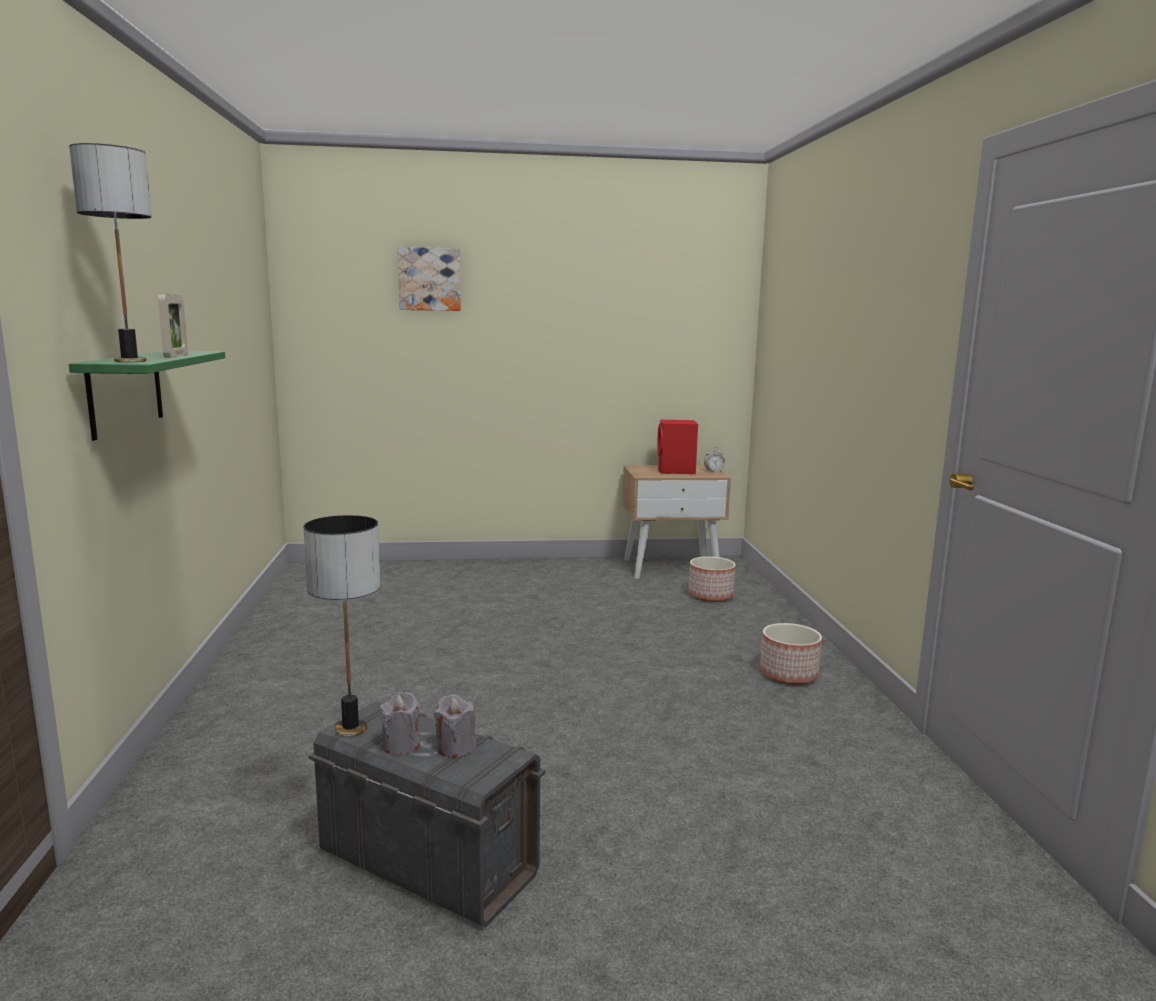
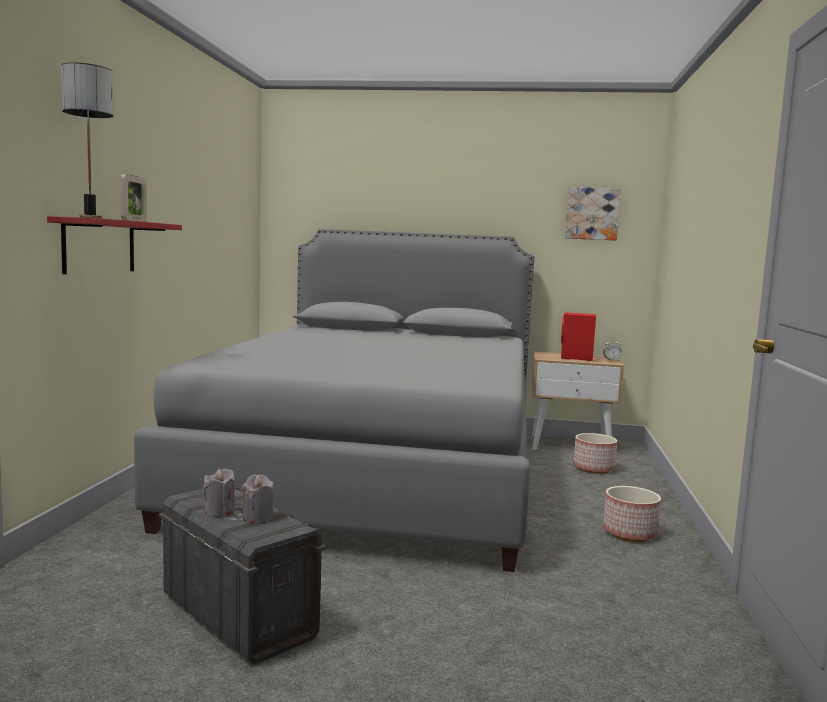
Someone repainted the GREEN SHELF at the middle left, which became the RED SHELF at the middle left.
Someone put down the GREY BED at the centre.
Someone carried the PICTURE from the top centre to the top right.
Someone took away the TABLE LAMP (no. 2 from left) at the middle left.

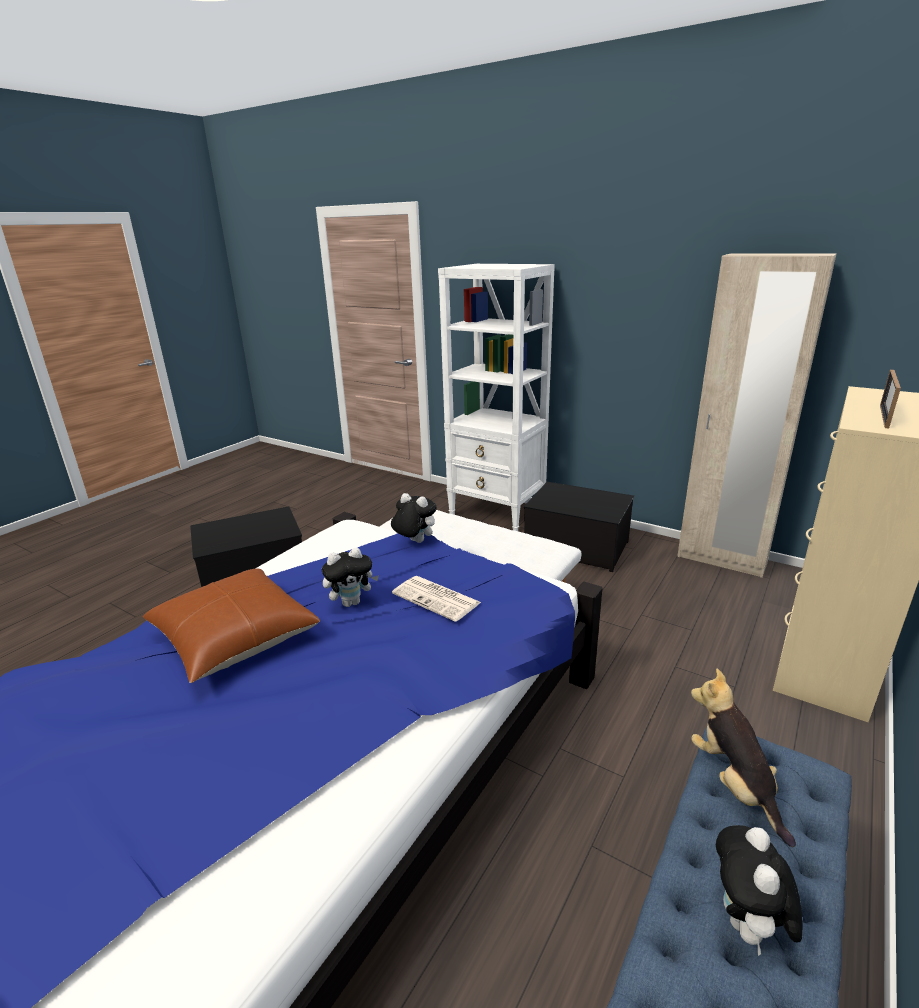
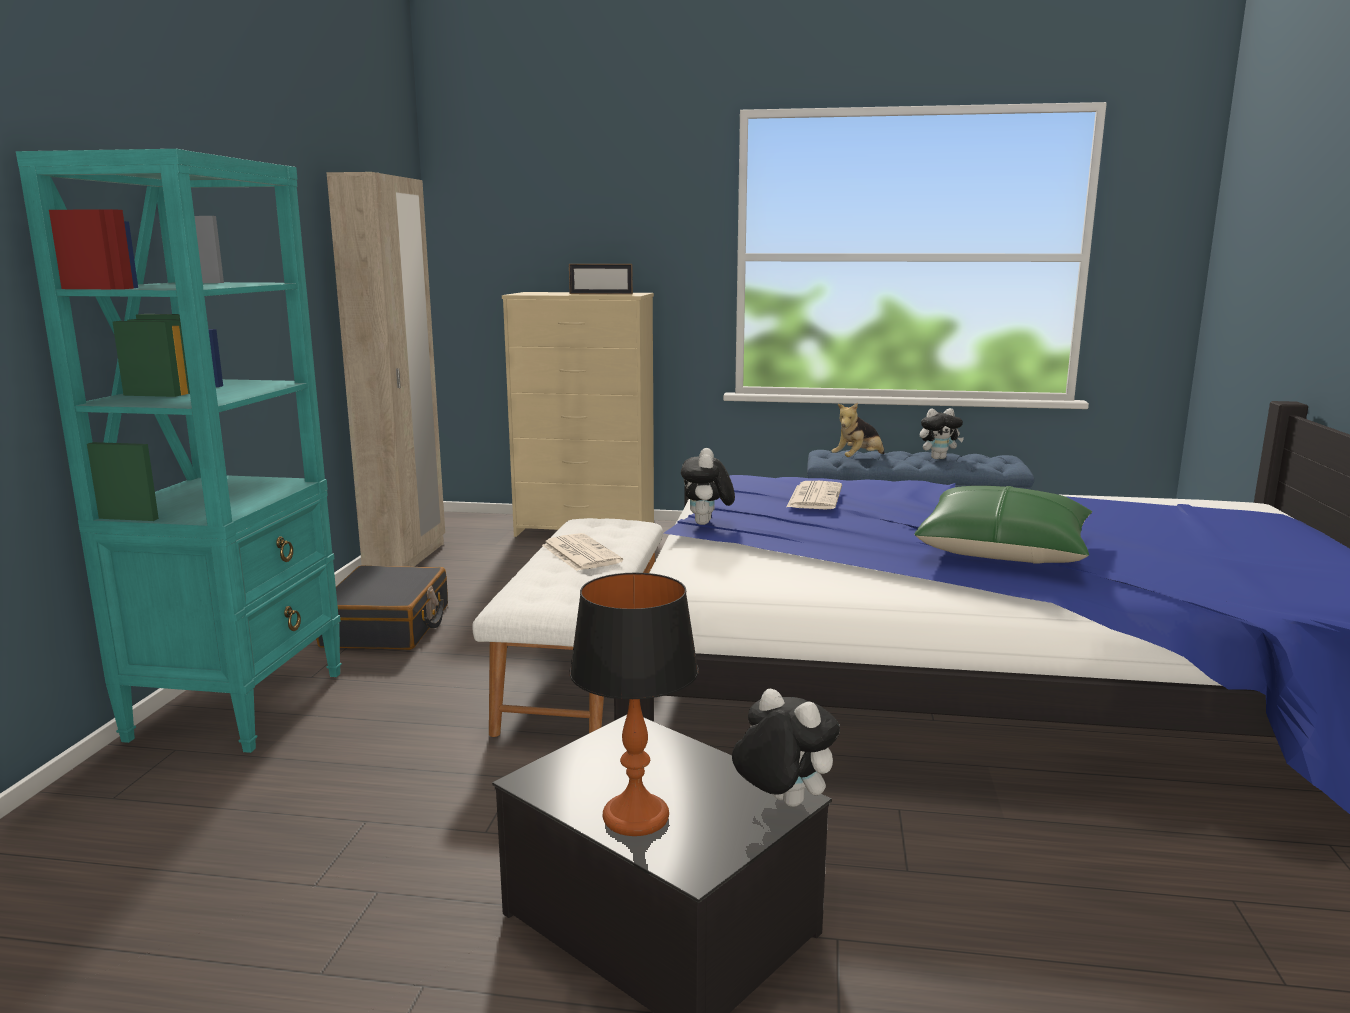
Someone repainted the WHITE BOOKCASE at the centre, which became the TURQUOISE BOOKCASE at the middle left.
Someone swapped the STORAGE BOX (no. 2 from left) at the centre for the BLACK SUITCASE at the middle left.
Someone put down the NEWSPAPER (no. 1 from left) at the centre.
Someone put down the TABLE LAMP at the bottom centre.
Someone carried the PLUSH TOY (no. 1 from left in the first image) from the centre to the bottom centre.
Someone repainted the BROWN PILLOW at the middle left, which became the GREEN PILLOW at the middle right.

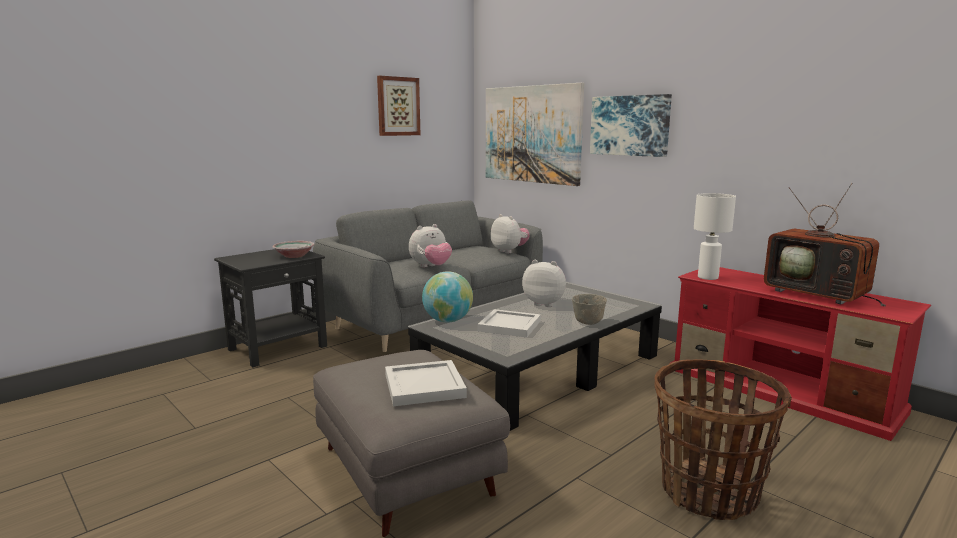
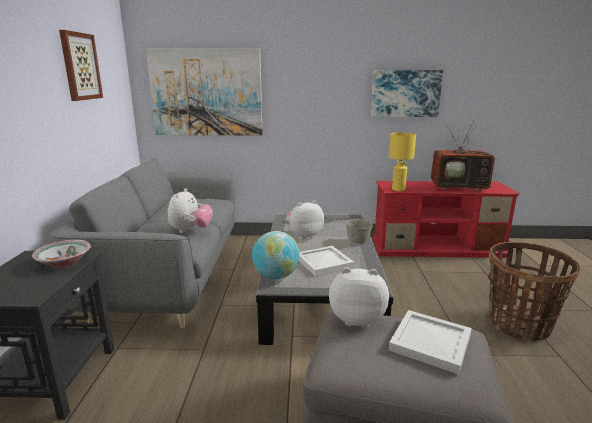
Someone carried the PLUSH TOY (no. 2 from left in the first image) from the centre to the bottom centre.
Someone carried the PICTURE (no. 3 from left) from the top centre to the top right.
Someone repainted the WHITE TABLE LAMP at the middle right, which became the YELLOW TABLE LAMP at the middle right.

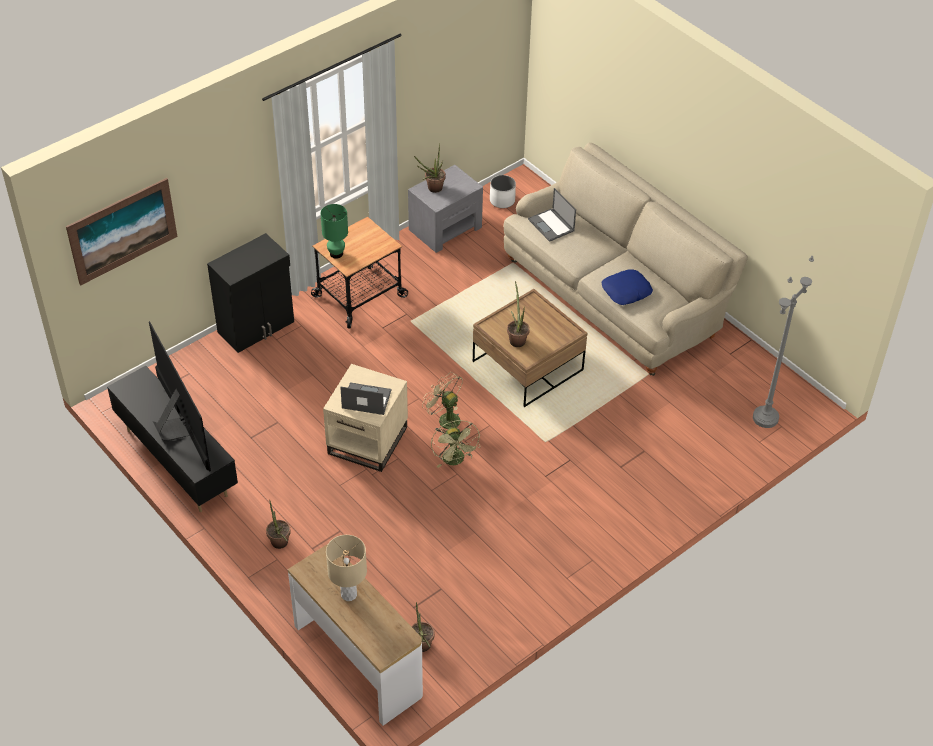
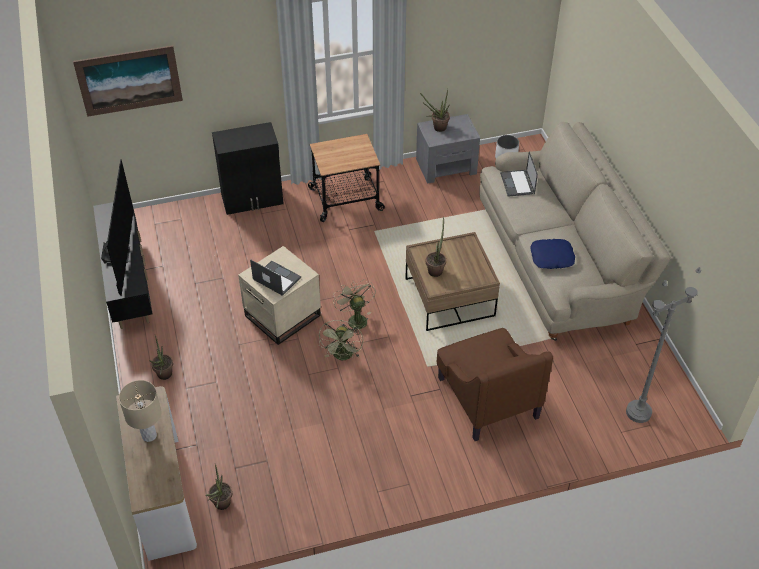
Someone put down the BROWN ARMCHAIR at the bottom centre.
Someone took away the GREEN TABLE LAMP at the top centre.

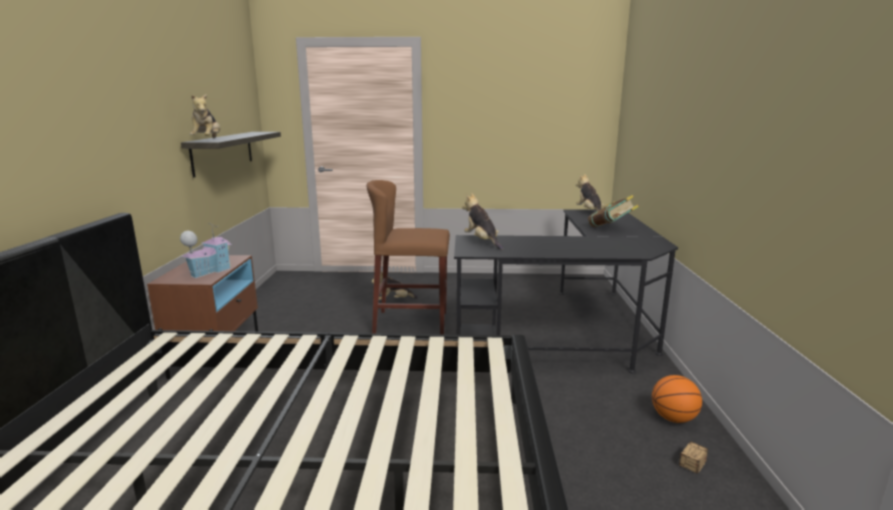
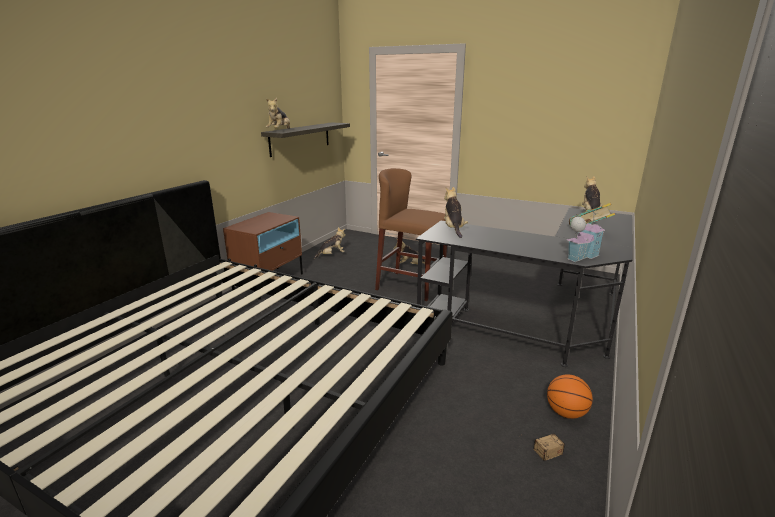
Someone put down the PLUSH TOY (no. 2 from left) at the centre.
Someone carried the TOY HOUSE from the middle left to the middle right.

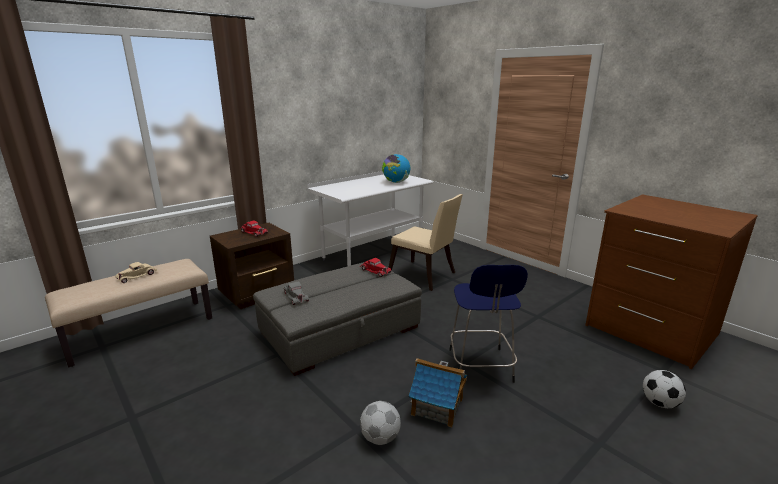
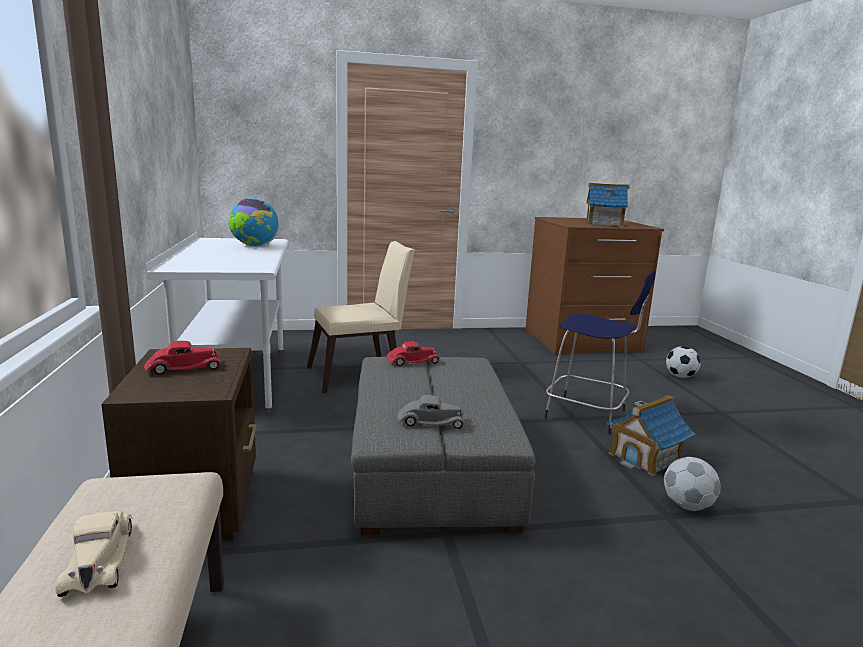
Someone put down the TOY HOUSE (no. 1 from left) at the top right.

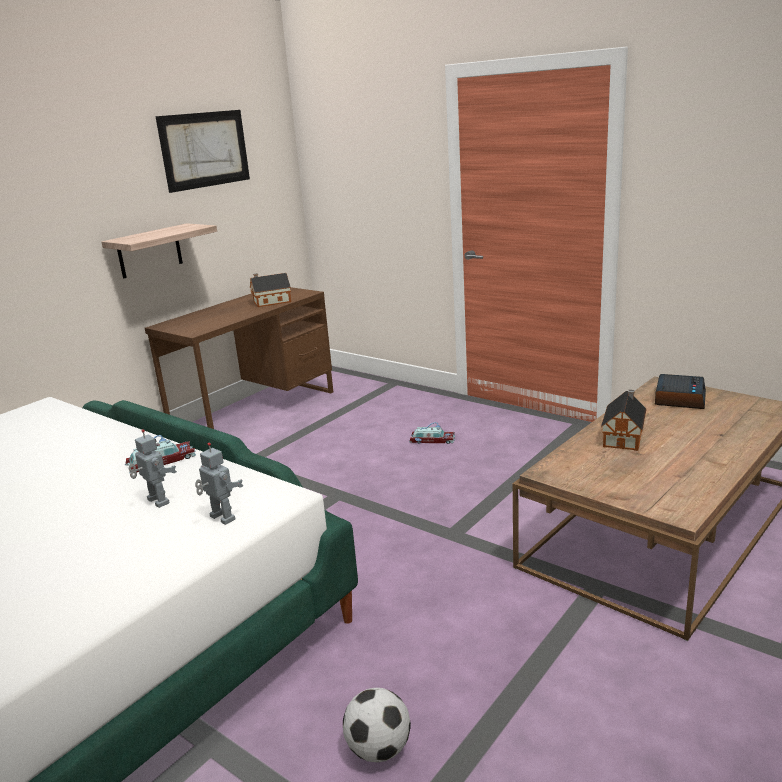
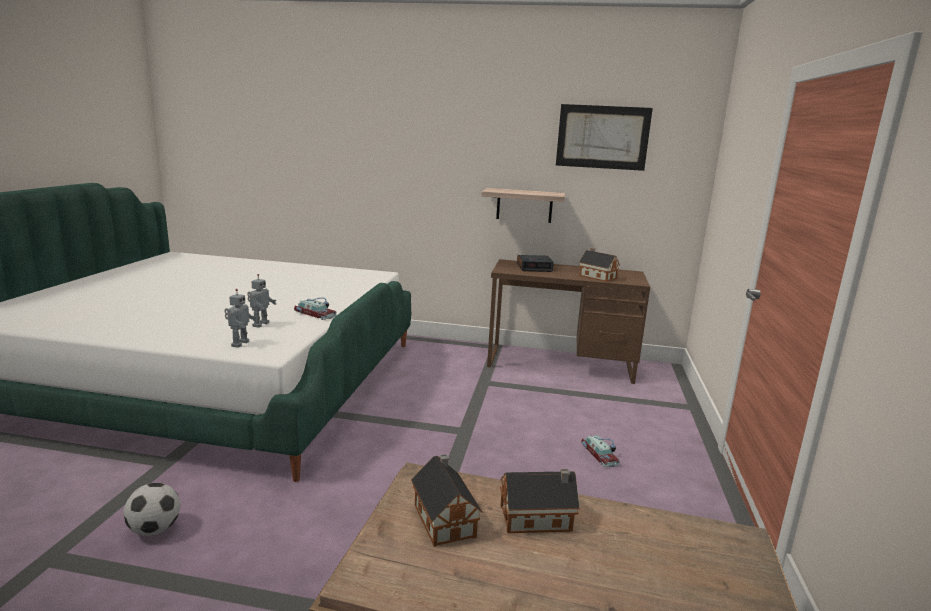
Someone put down the TOY HOUSE (no. 1 from left) at the bottom centre.
Someone carried the ALARM CLOCK from the middle right to the centre.

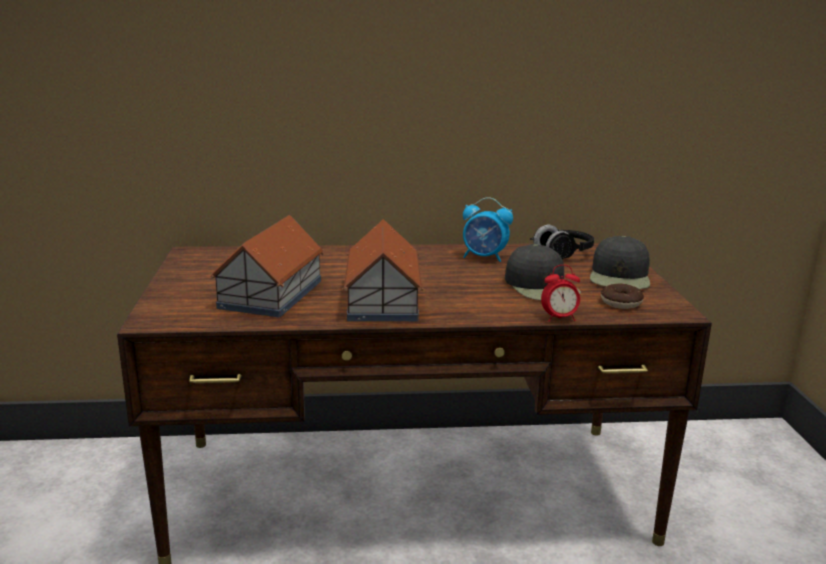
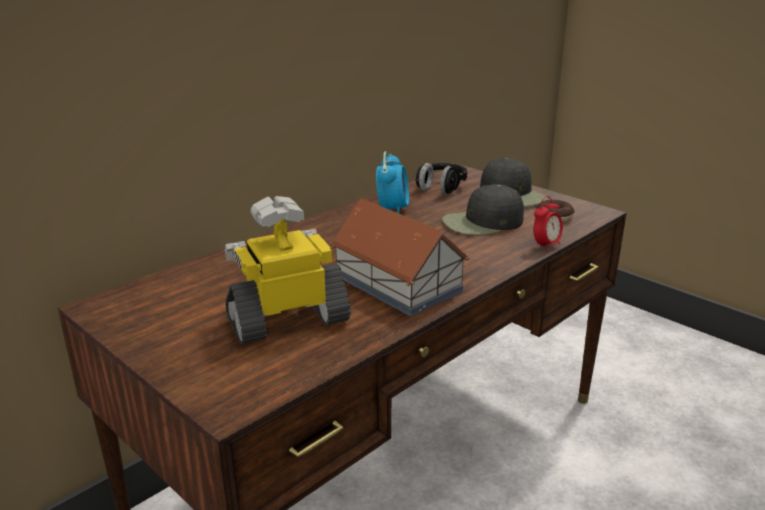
Someone swapped the TOY HOUSE (no. 1 from left) at the middle left for the TOY ROBOT at the centre.
Someone rotated the ALARM CLOCK (no. 1 from left) at the centre by 60 degrees counterclockwise.
Someone rotated the BLACK CAP (no. 1 from left) at the centre by 135 degrees clockwise.

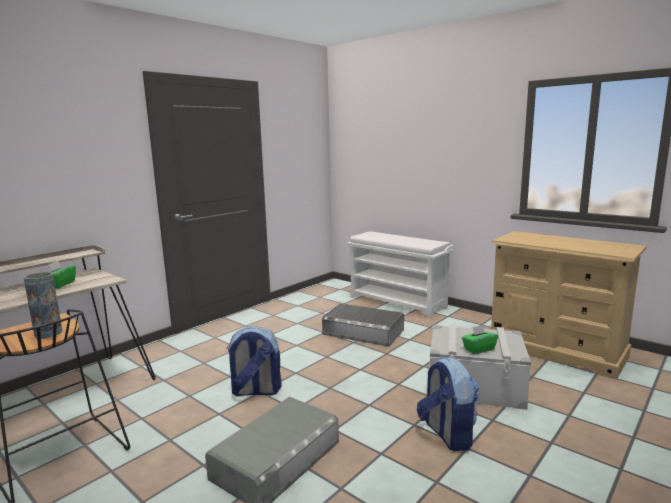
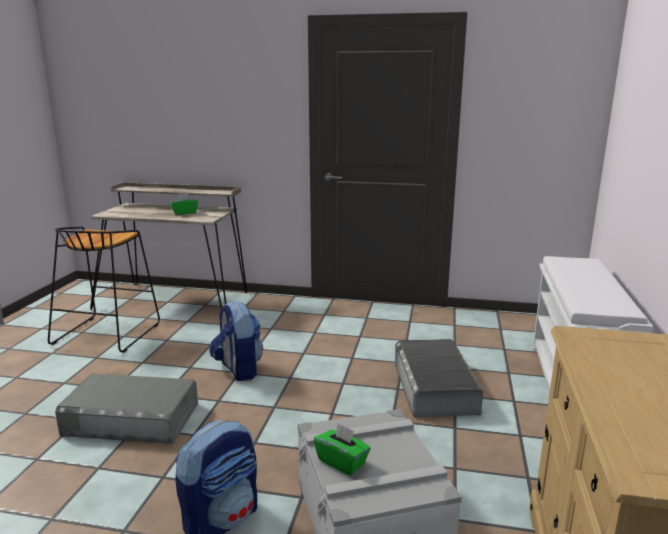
Someone took away the VASE at the middle left.

